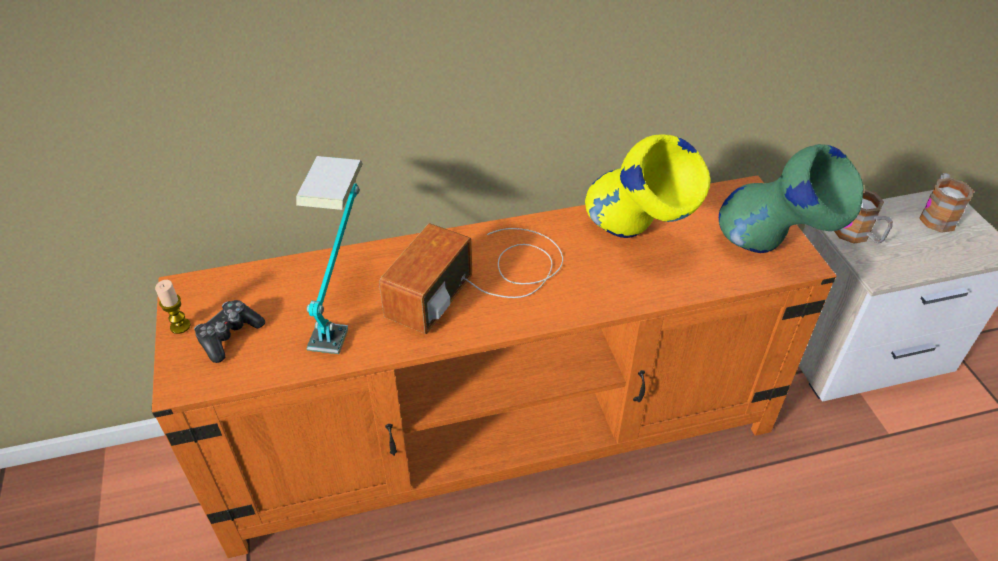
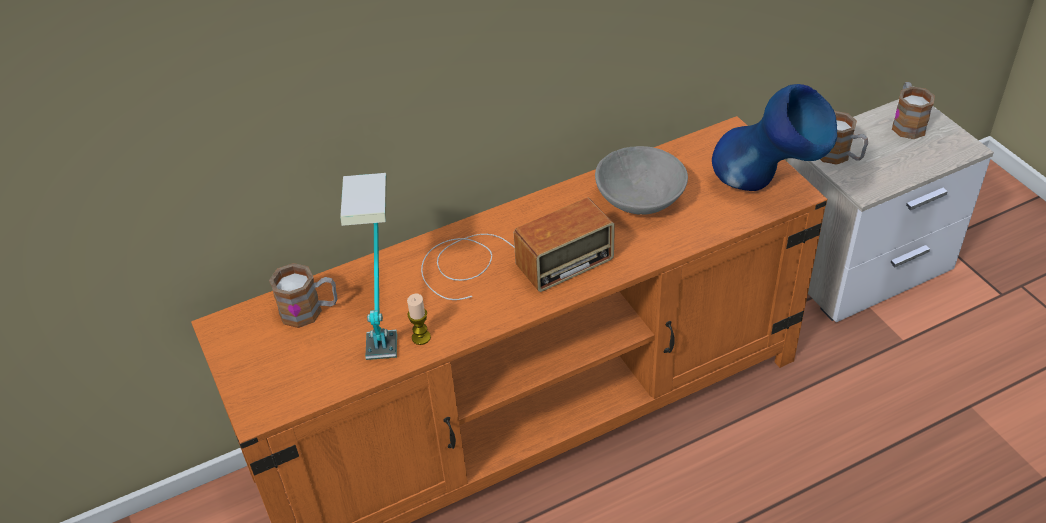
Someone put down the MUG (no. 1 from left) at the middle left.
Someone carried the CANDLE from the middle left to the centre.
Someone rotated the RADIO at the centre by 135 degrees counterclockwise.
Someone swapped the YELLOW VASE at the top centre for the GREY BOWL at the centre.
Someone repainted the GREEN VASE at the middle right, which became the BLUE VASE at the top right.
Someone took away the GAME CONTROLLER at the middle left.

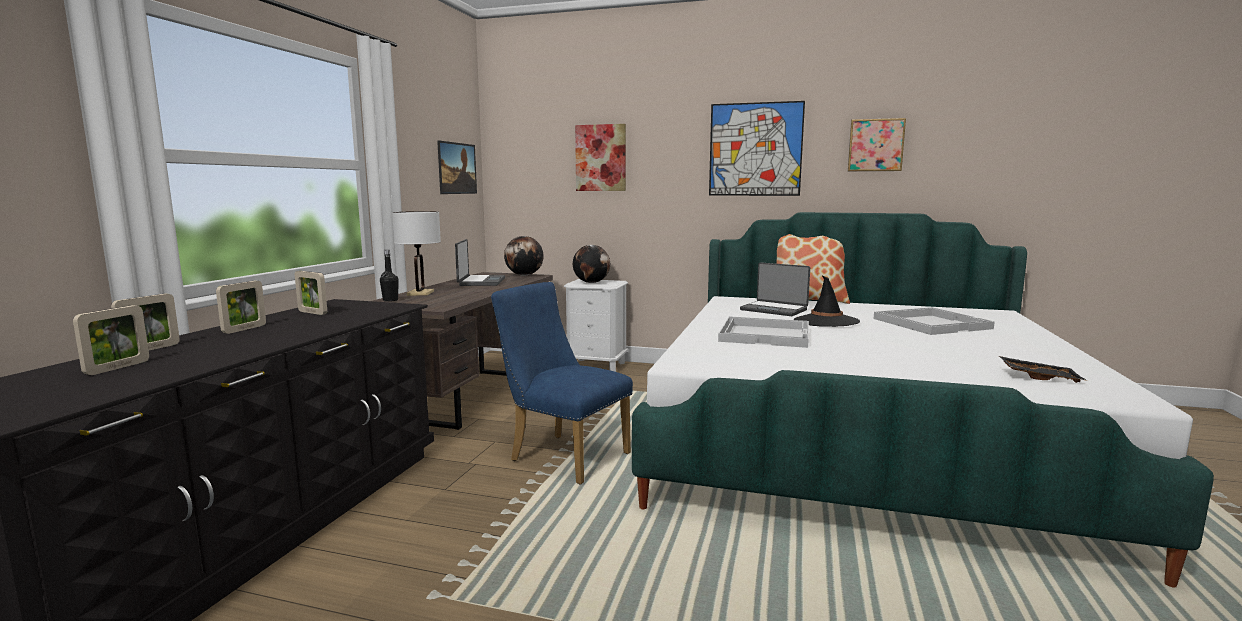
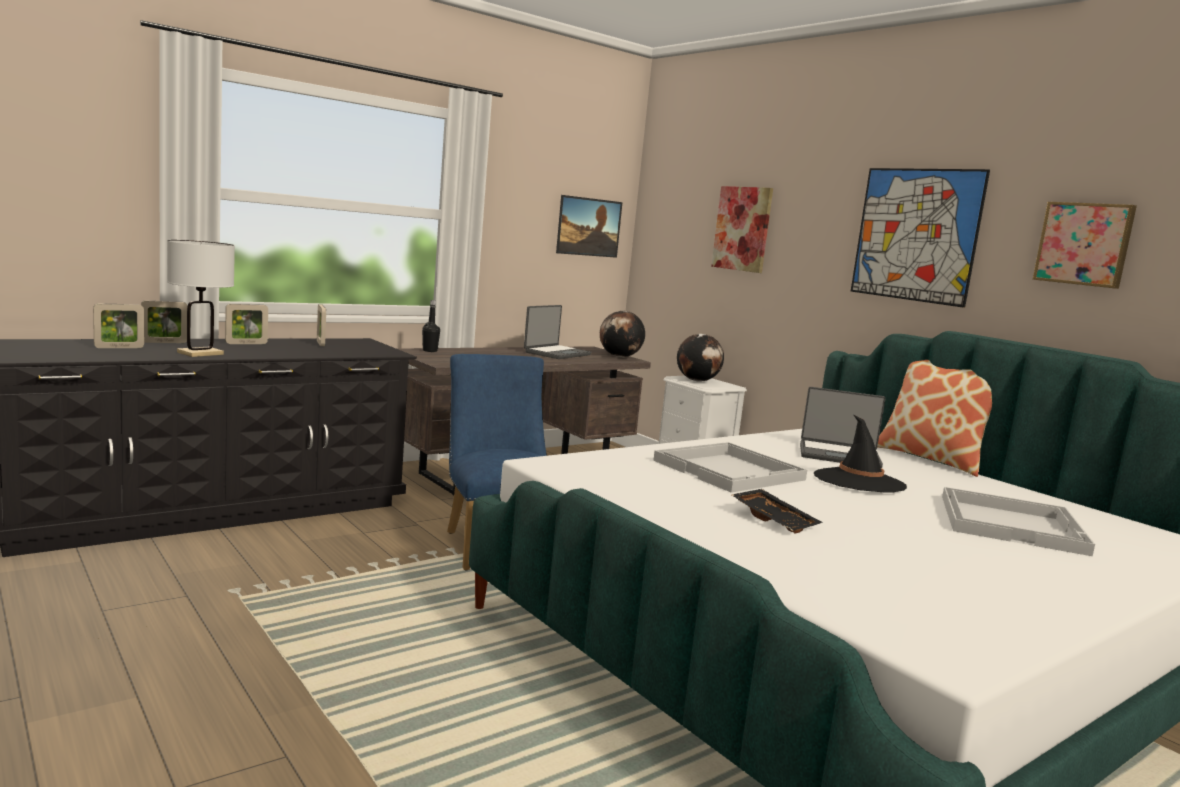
Someone carried the WHITE TABLE LAMP from the centre to the middle left.
Someone carried the BLACK TRAY from the middle right to the centre.
Someone rotated the LAPTOP (no. 2 from left) at the centre by 60 degrees counterclockwise.

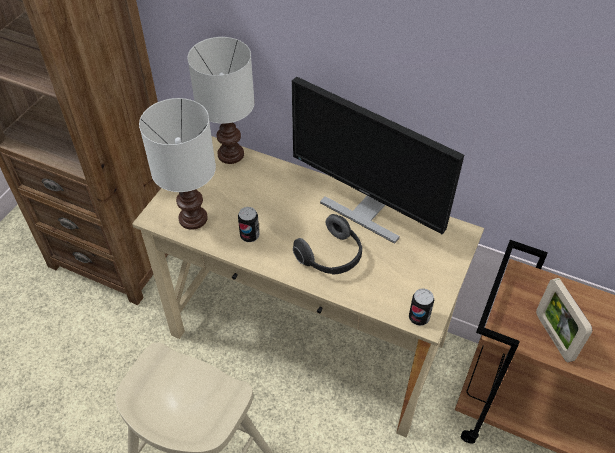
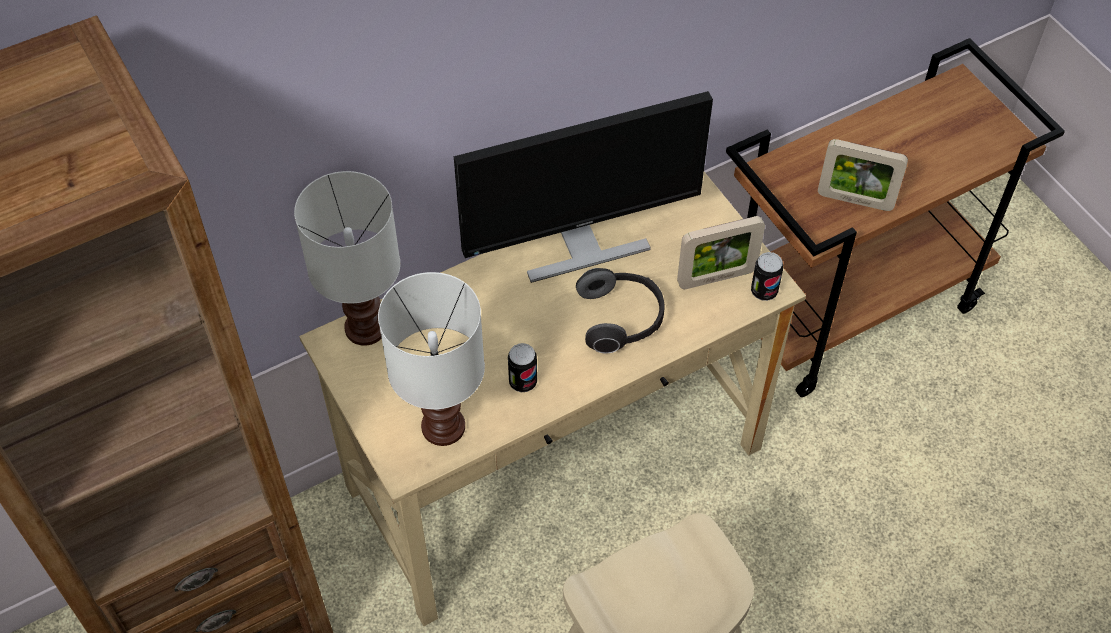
Someone put down the PICTURE FRAME (no. 1 from left) at the centre.

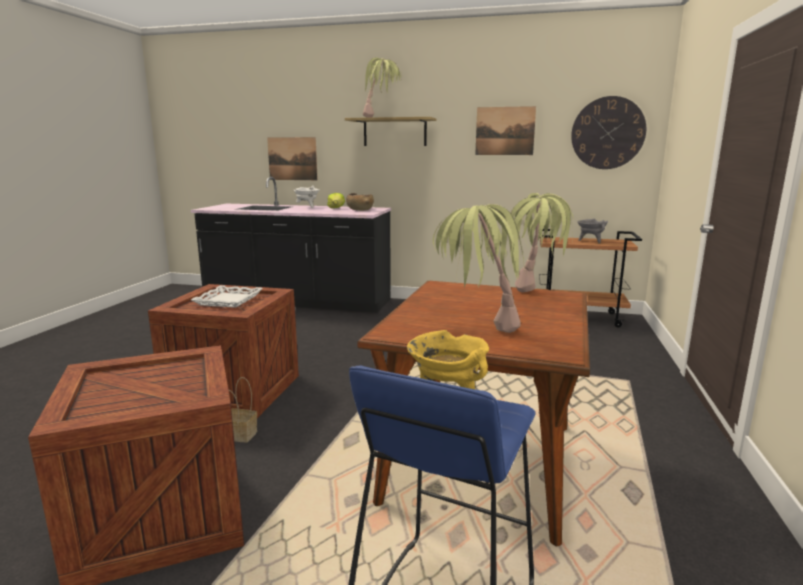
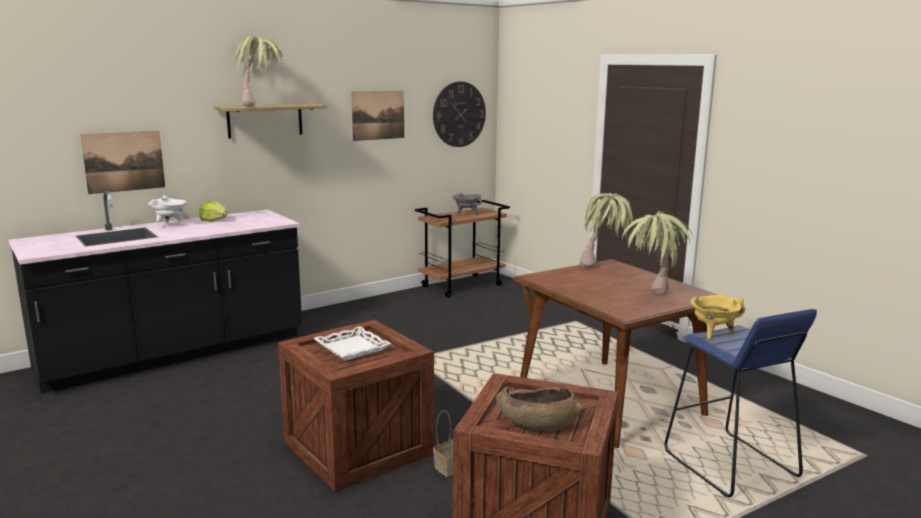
Someone carried the BROWN BOWL from the centre to the bottom centre.

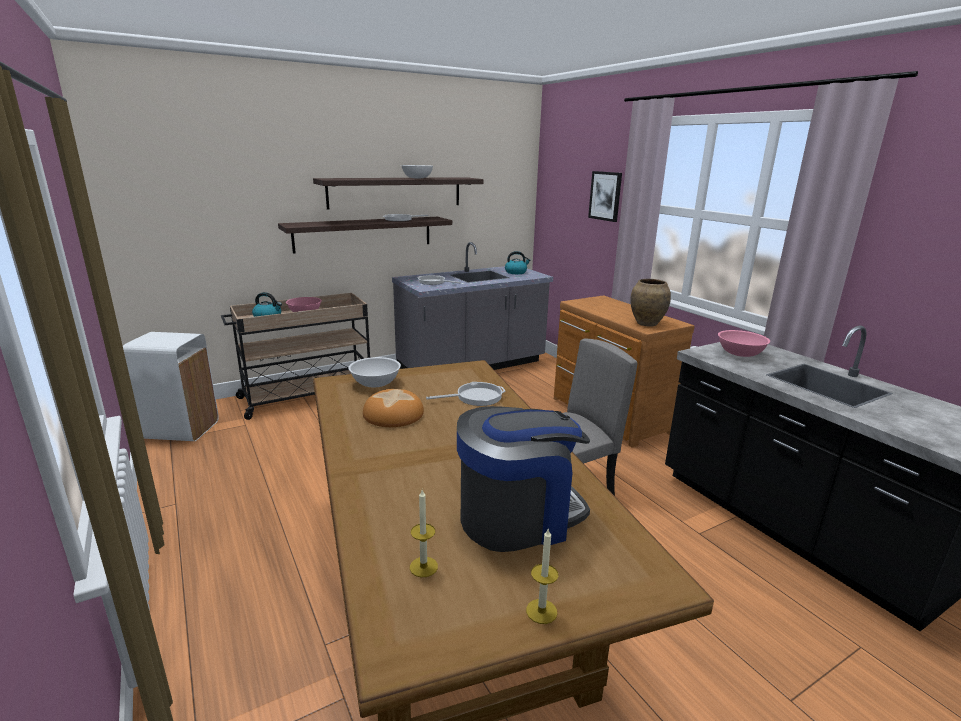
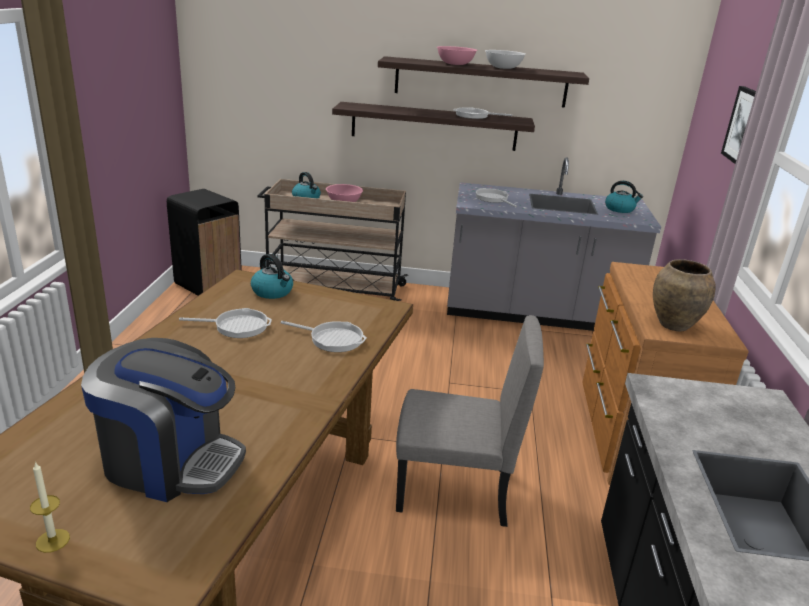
Someone repainted the WHITE TRASH CAN at the middle left, which became the BLACK TRASH CAN at the middle left.
Someone swapped the BREAD at the centre for the FRYING PAN (no. 1 from left) at the middle left.
Someone swapped the WHITE BOWL (no. 1 from left) at the centre for the KETTLE (no. 1 from left) at the centre.
Someone carried the PINK BOWL (no. 2 from left) from the middle right to the top centre.
Someone took away the CANDLE (no. 1 from left) at the bottom centre.

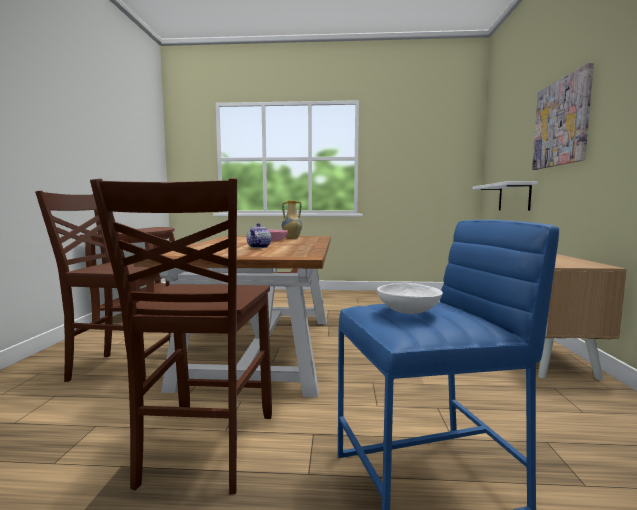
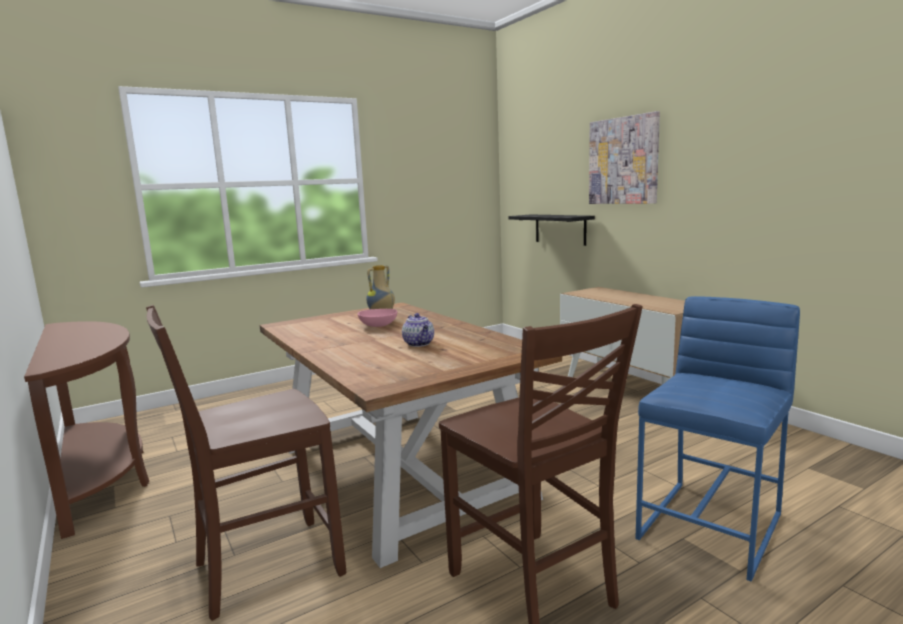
Someone repainted the WHITE SHELF at the middle right, which became the BLACK SHELF at the centre.
Someone took away the WHITE BOWL at the centre.

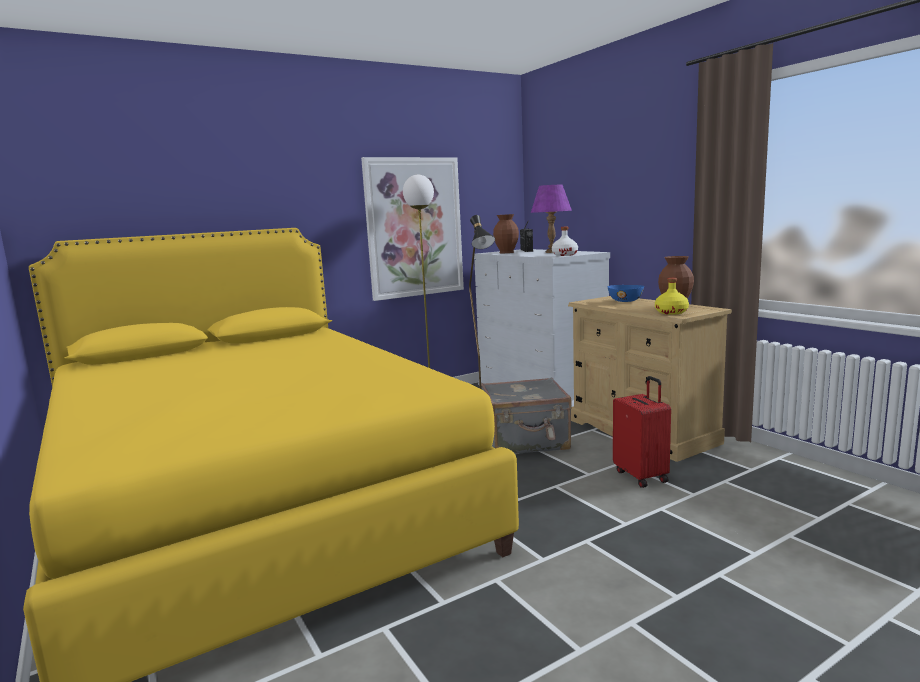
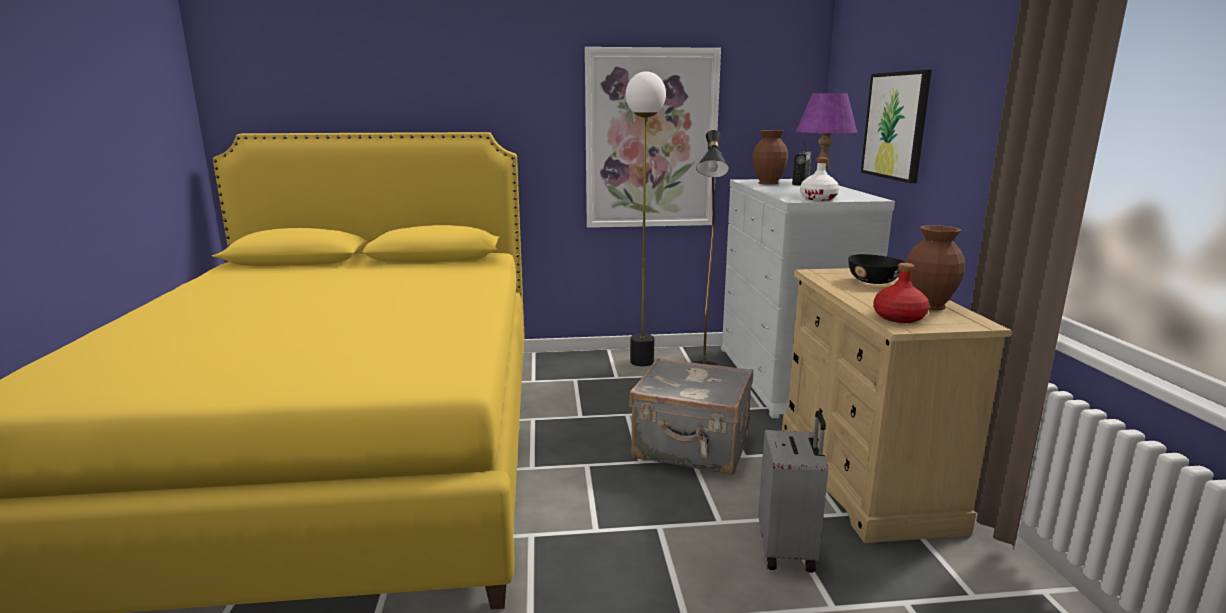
Someone repainted the RED SUITCASE at the middle right, which became the GREY SUITCASE (no. 2 from left) at the bottom centre.
Someone repainted the BLUE BOWL at the middle right, which became the BLACK BOWL at the middle right.
Someone put up the PICTURE (no. 2 from left) at the top right.
Someone repainted the YELLOW BOTTLE at the middle right, which became the RED BOTTLE at the middle right.

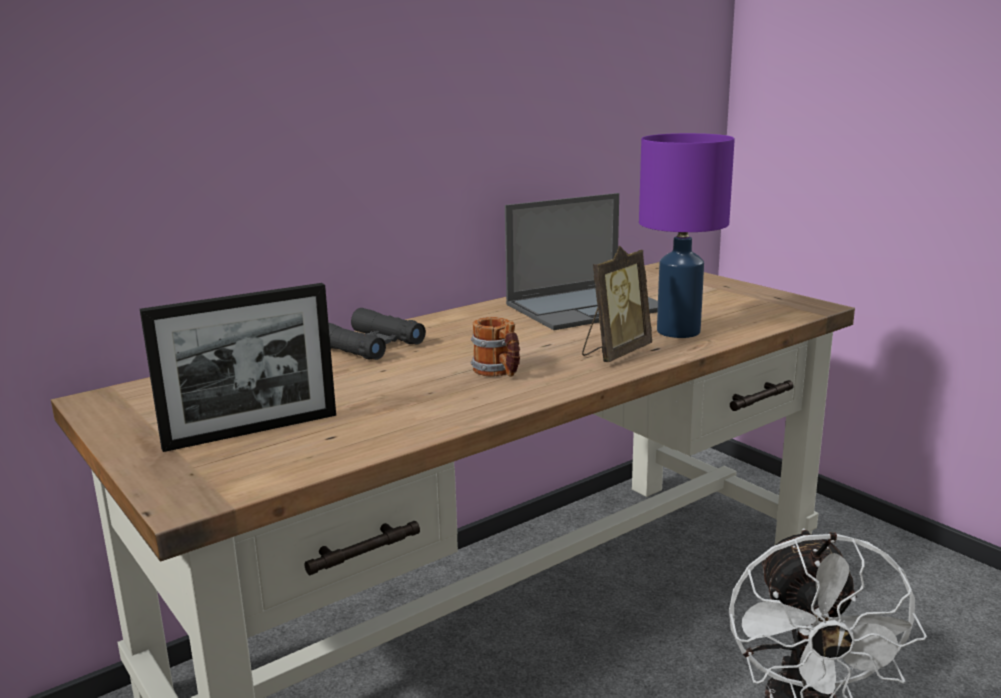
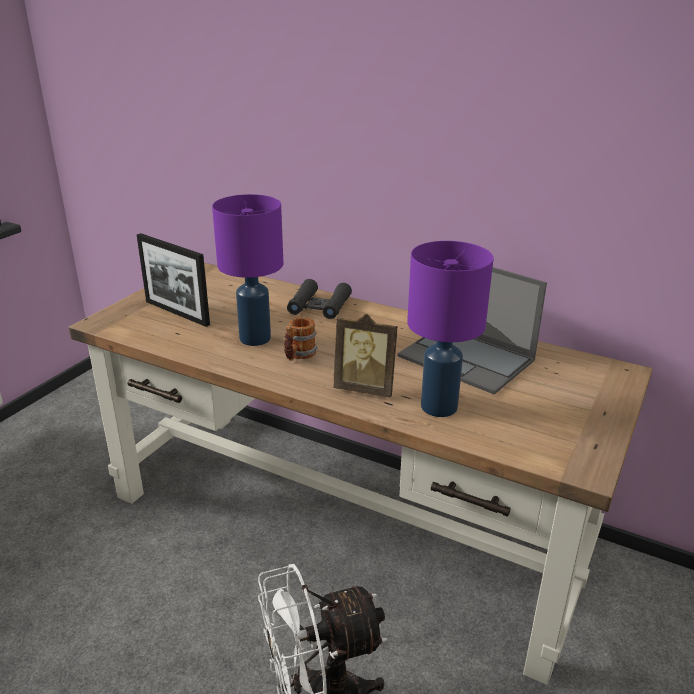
Someone put down the PURPLE TABLE LAMP (no. 1 from left) at the centre.

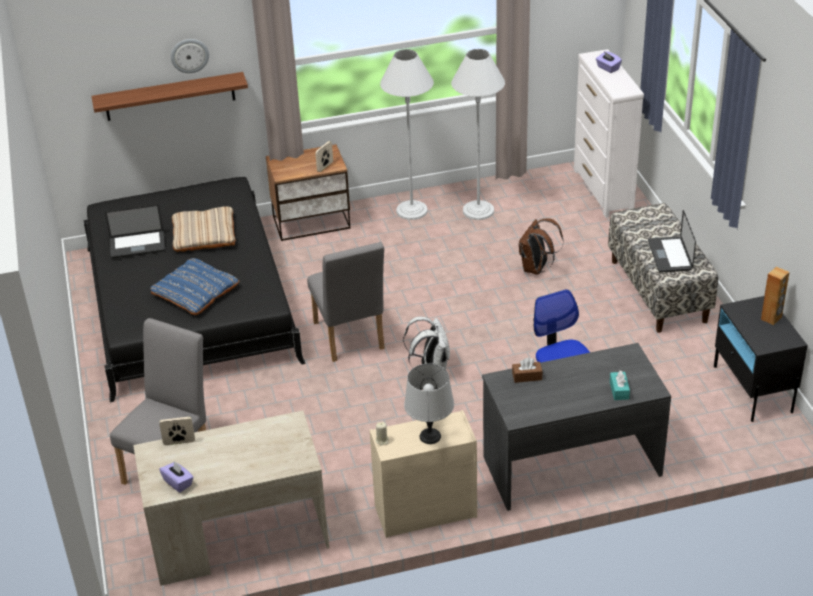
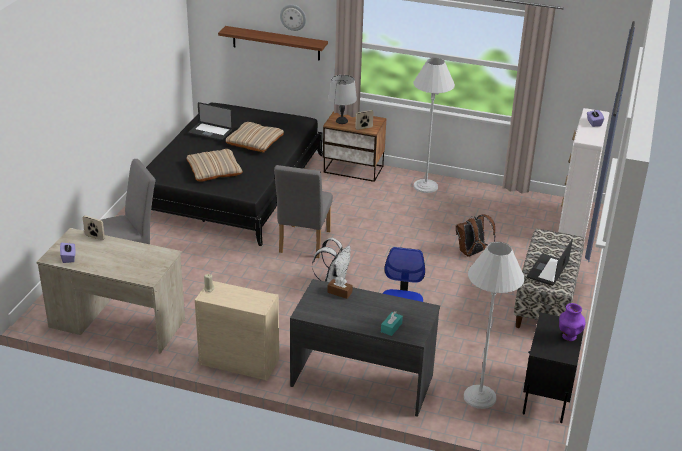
Someone repainted the BLUE PILLOW at the middle left, which became the BEIGE PILLOW (no. 1 from left) at the middle left.
Someone carried the GREY TABLE LAMP from the bottom centre to the top centre.
Someone carried the WHITE FLOOR LAMP (no. 2 from left) from the top centre to the bottom right.
Someone swapped the BROWN SPEAKER at the middle right for the PURPLE VASE at the bottom right.

